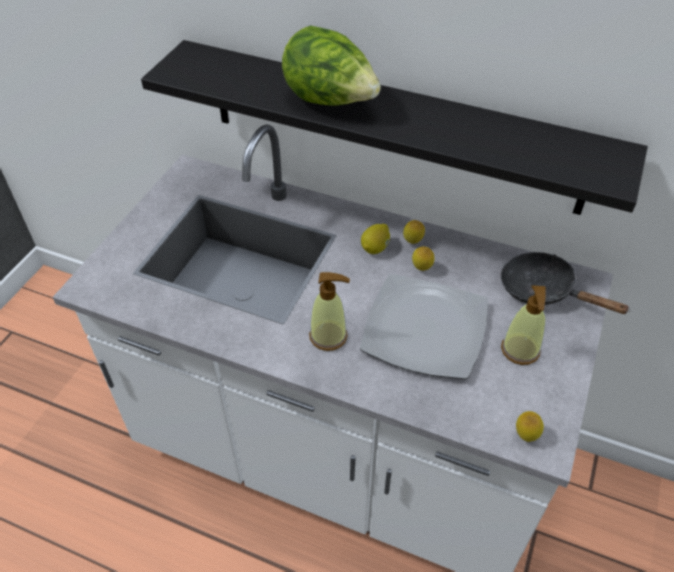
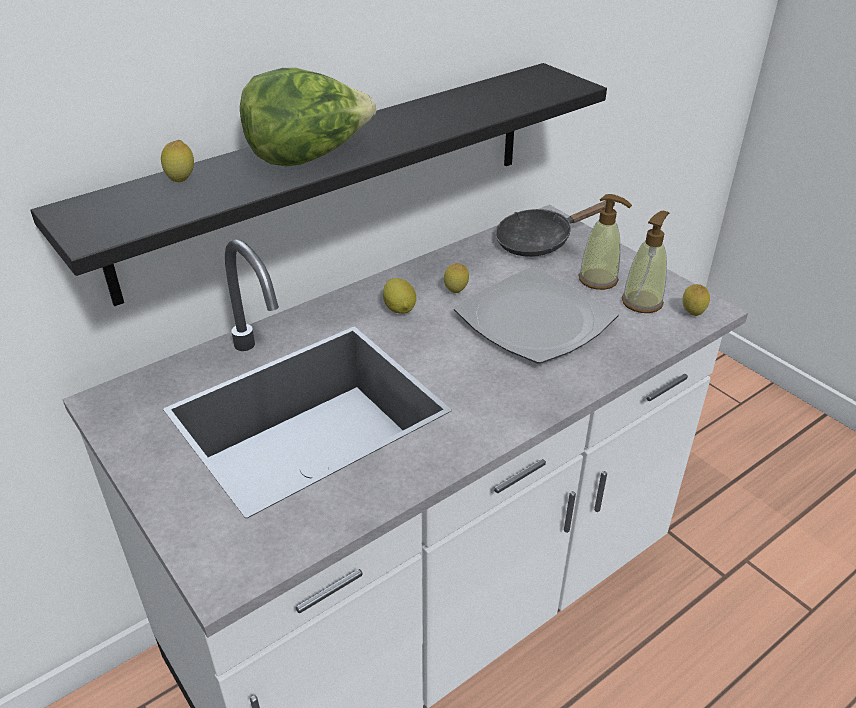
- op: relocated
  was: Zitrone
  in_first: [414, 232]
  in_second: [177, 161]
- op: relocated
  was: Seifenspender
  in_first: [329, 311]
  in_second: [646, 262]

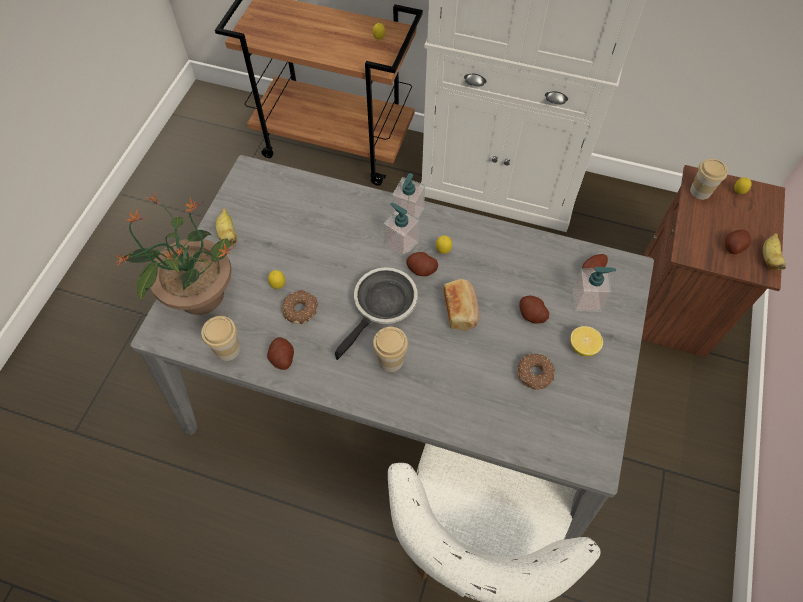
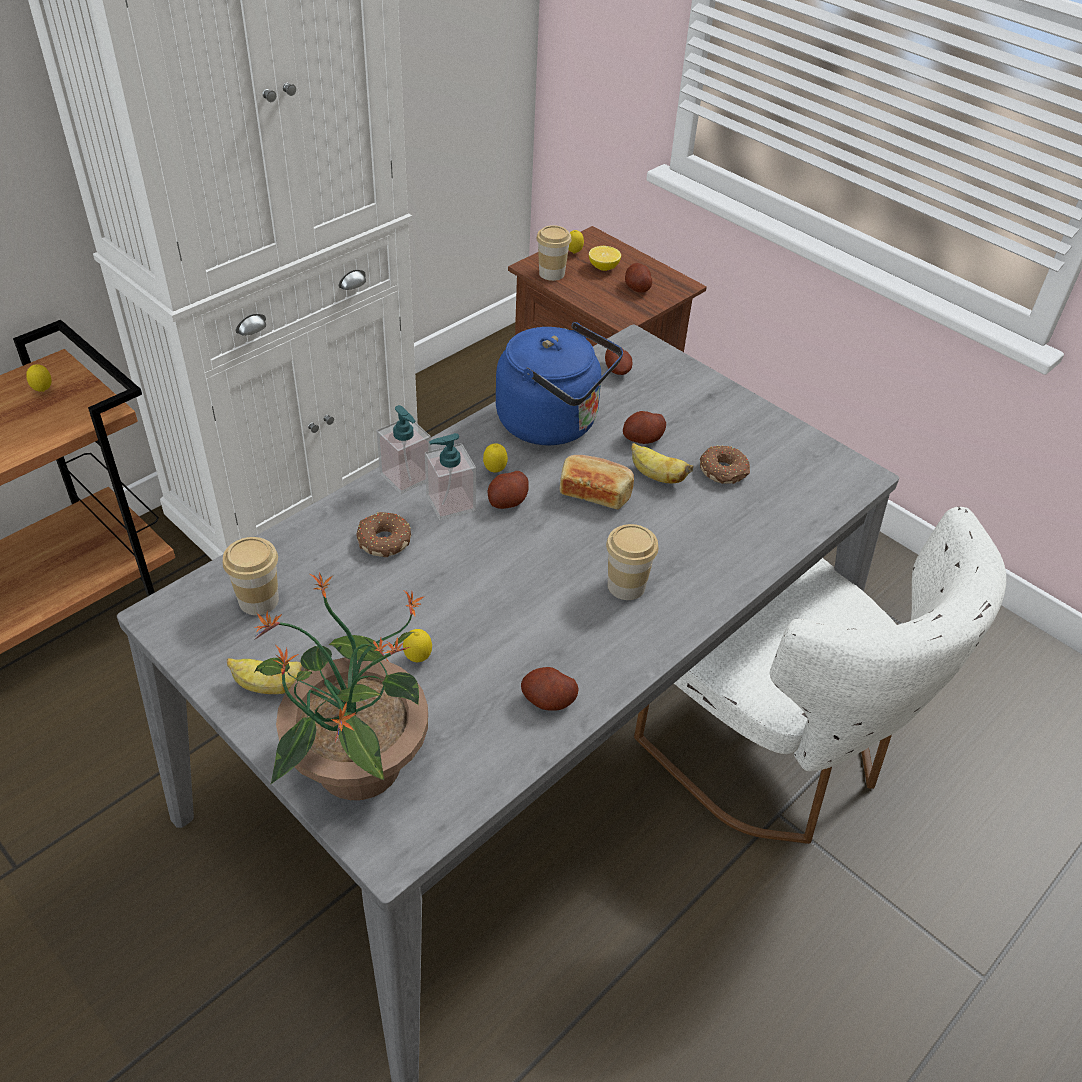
- op: relocated
  was: Tasse
  in_first: [220, 338]
  in_second: [251, 576]
- op: relocated
  was: Donut
  in_first: [300, 307]
  in_second: [383, 534]
- op: appeared
  now: Wasserkessel (blau)
  in_second: [559, 383]
- op: relocated
  was: Zitrone
  in_first: [586, 341]
  in_second: [605, 258]
- op: relocated
  was: Banane
  in_first: [774, 251]
  in_second: [662, 463]
- op: missing
  was: Pfanne
  in_first: [376, 313]
- op: missing
  was: Seifenspender
  in_first: [594, 289]

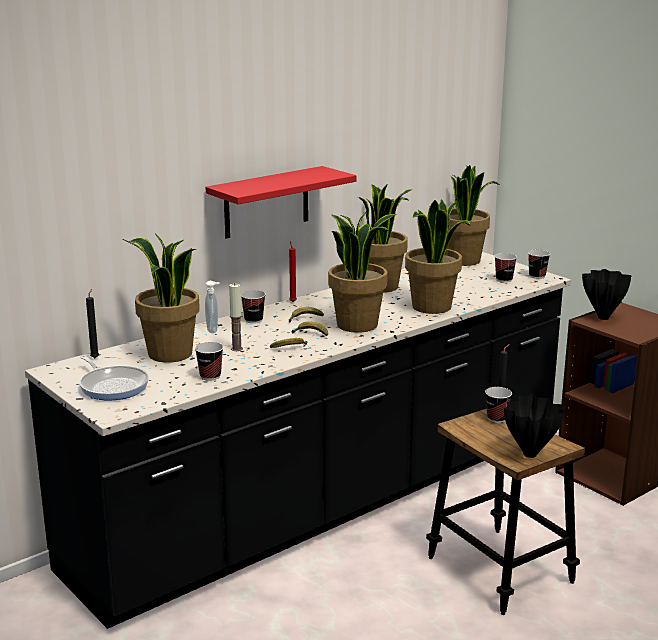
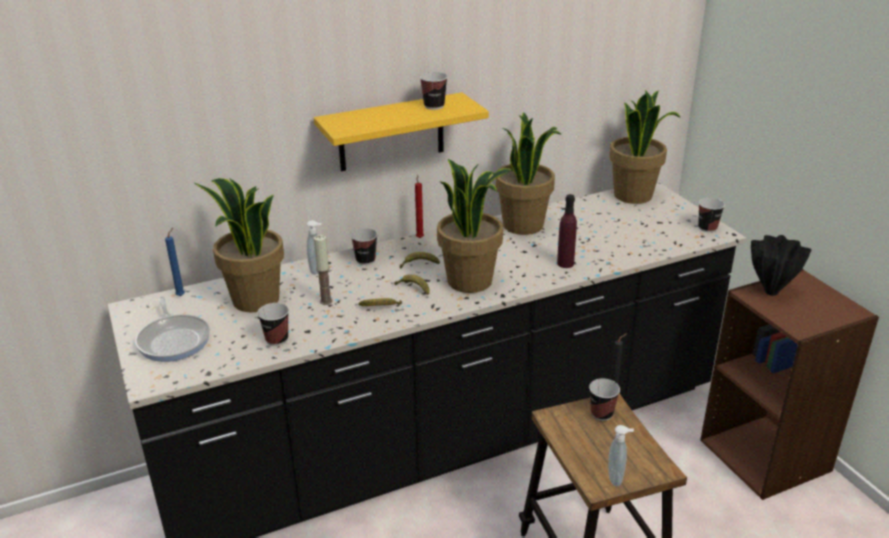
- op: colour
  was: Kerze (schwarz)
  now: Kerze (blau)
  in_first: [92, 323]
  in_second: [175, 262]
- op: colour
  was: Wandregal (rot)
  now: Wandregal (gelb)
  in_first: [281, 202]
  in_second: [401, 131]
- op: relocated
  was: Tasse
  in_first: [505, 268]
  in_second: [434, 91]
- op: exchanged
  was: Topfpflanze
  now: Flasche (lila)
  in_first: [438, 256]
  in_second: [567, 231]
- op: exchanged
  was: Vase (schwarz)
  now: Seifenspender
  in_first: [534, 425]
  in_second: [621, 455]

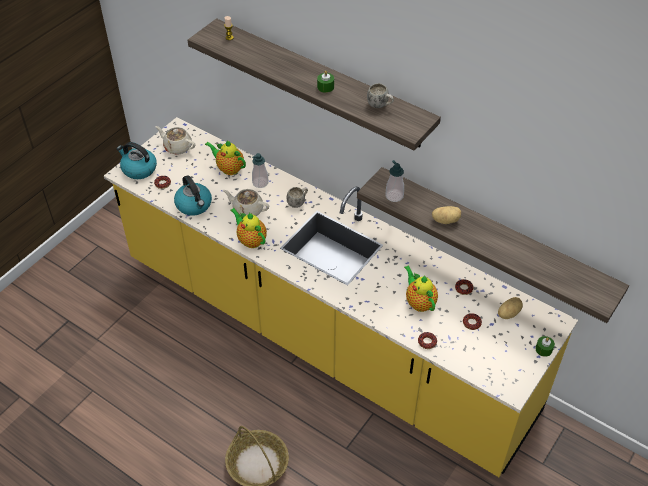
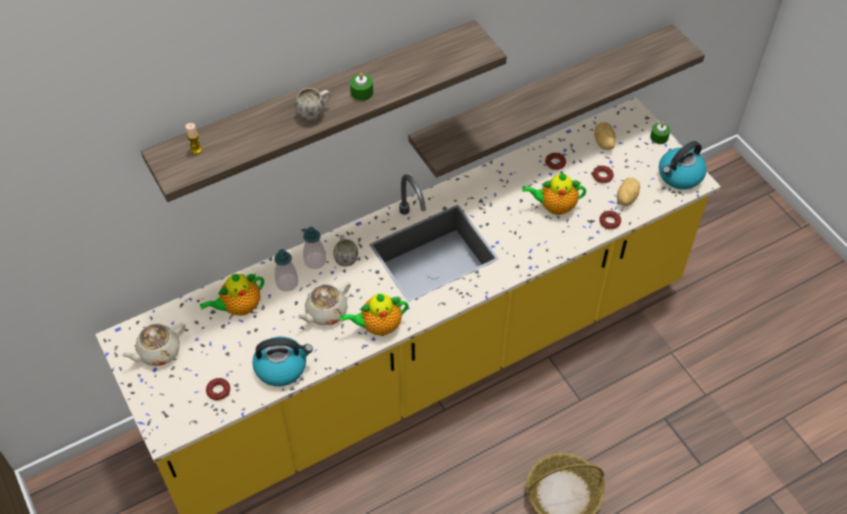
- op: relocated
  was: Henkelbecher (weiß)
  in_first: [380, 95]
  in_second: [313, 104]
- op: relocated
  was: Seifenspender
  in_first: [395, 181]
  in_second: [314, 248]
- op: relocated
  was: Kartoffel
  in_first: [446, 215]
  in_second: [628, 191]
- op: relocated
  was: Wasserkessel
  in_first: [137, 160]
  in_second: [683, 165]

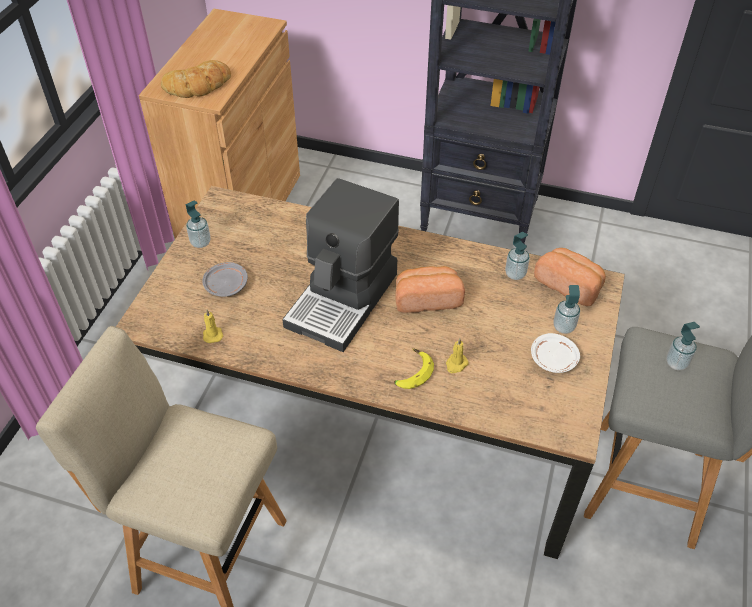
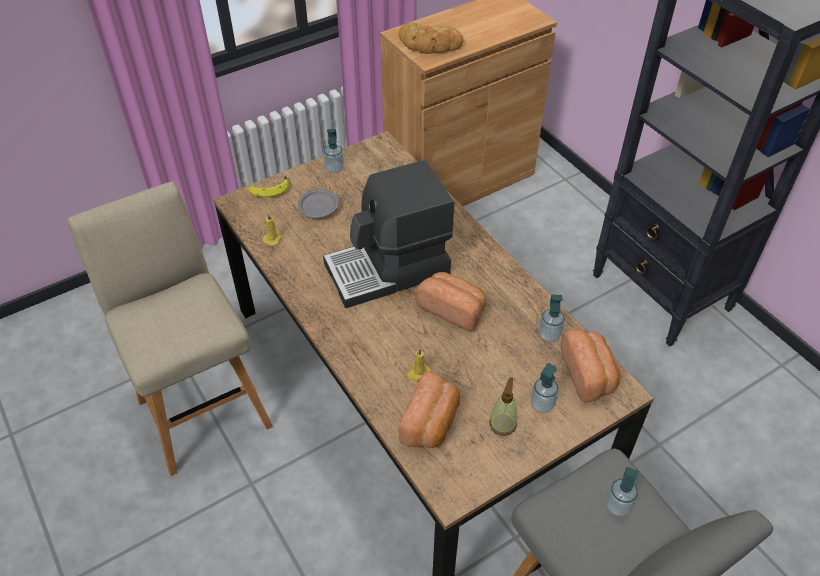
- op: relocated
  was: Banane
  in_first: [414, 368]
  in_second: [268, 186]
- op: appeared
  now: Brot
  in_second: [429, 409]
- op: exchanged
  was: Teller (weiß)
  now: Seifenspender
  in_first: [555, 353]
  in_second: [503, 406]

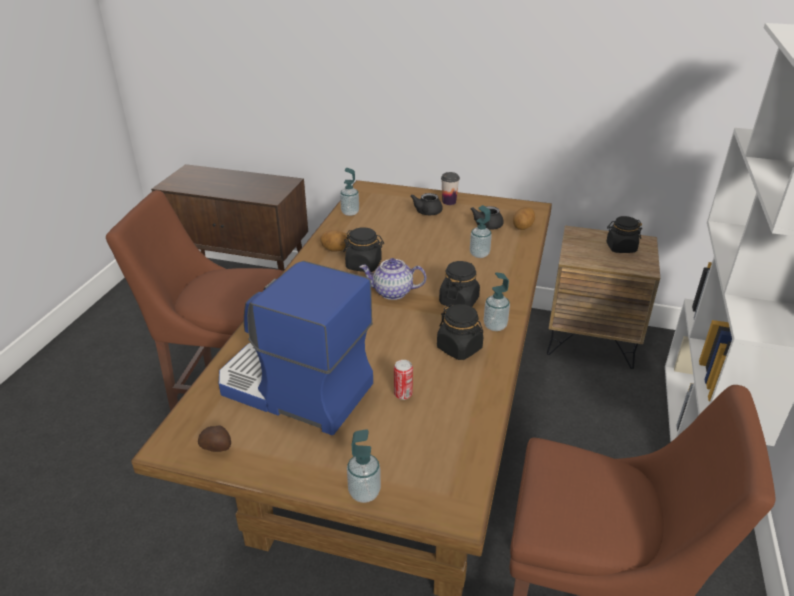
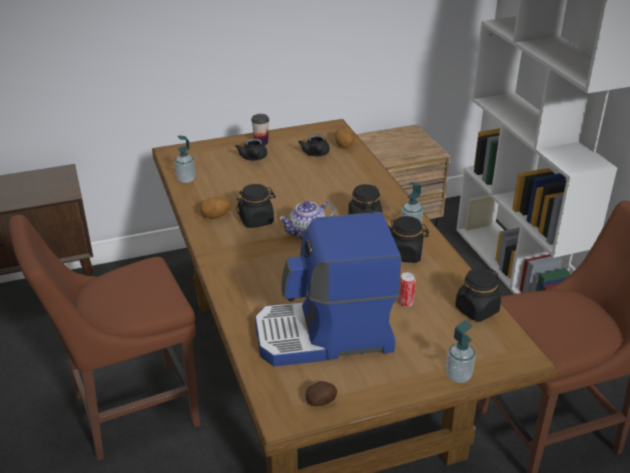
- op: relocated
  was: Vorratsglas (schwarz)
  in_first: [624, 234]
  in_second: [478, 294]
- op: missing
  was: Seifenspender
  in_first: [481, 231]

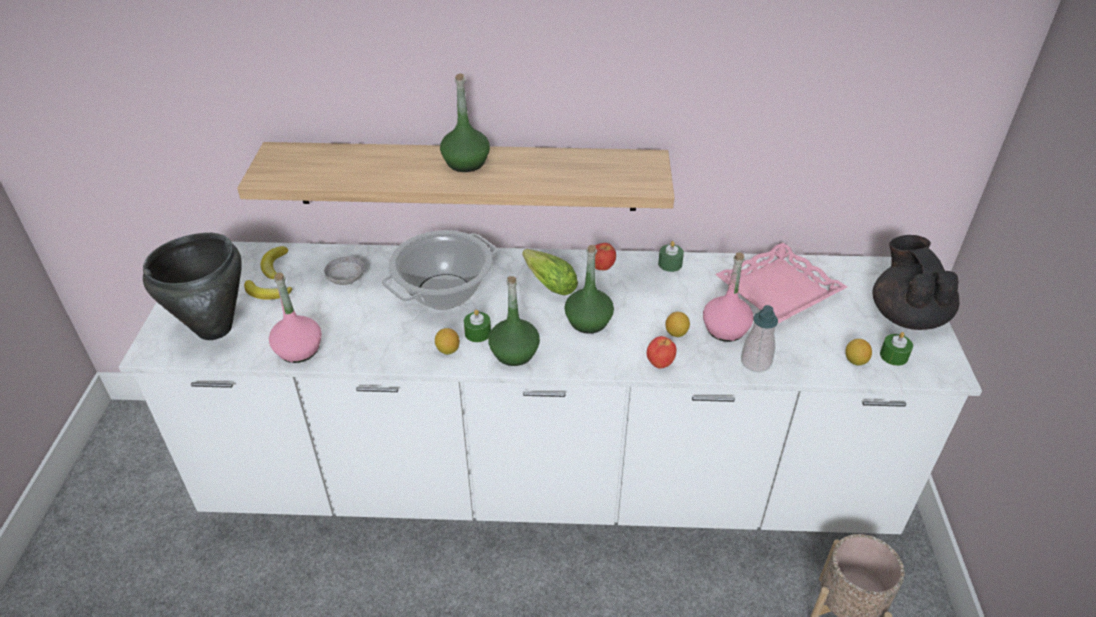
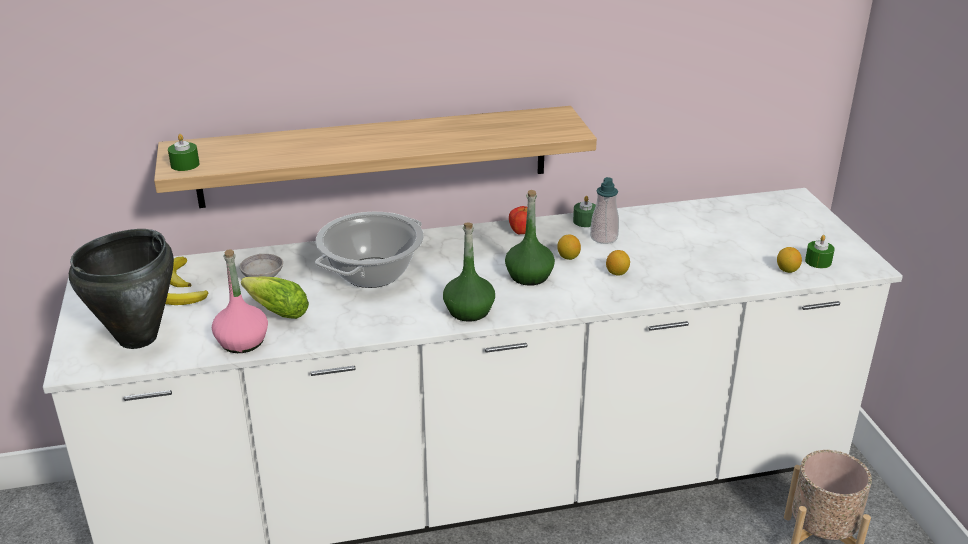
- op: relocated
  was: Kerze (grün)
  in_first: [477, 325]
  in_second: [184, 152]
- op: relocated
  was: Salatkopf
  in_first: [550, 272]
  in_second: [275, 297]
- op: relocated
  was: Zitrone
  in_first: [447, 341]
  in_second: [569, 247]
- op: relocated
  was: Seifenspender
  in_first: [759, 338]
  in_second: [604, 210]
- op: missing
  was: Flasche (grün)
  in_first: [465, 123]
- op: missing
  was: Apfel
  in_first: [662, 352]
- op: missing
  was: Flasche (rosa)
  in_first: [728, 297]
- op: missing
  was: Tablett (rosa)
  in_first: [781, 283]
- op: missing
  was: Teekanne (schwarz)
  in_first: [915, 282]

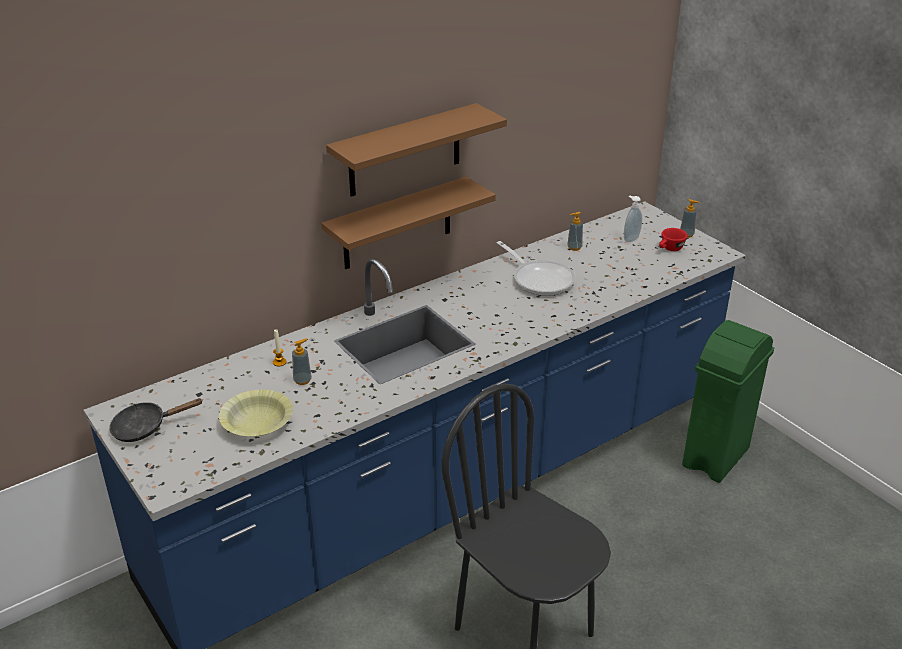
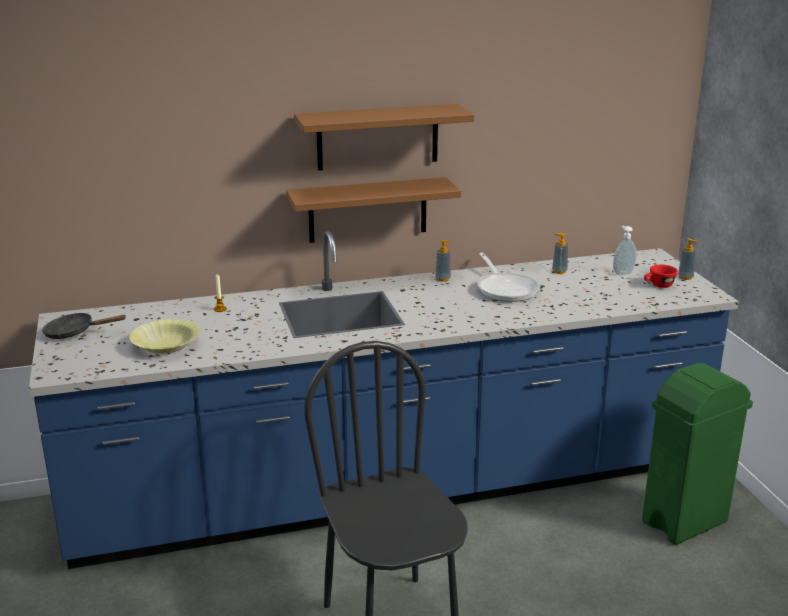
- op: relocated
  was: Seifenspender
  in_first: [302, 362]
  in_second: [443, 260]

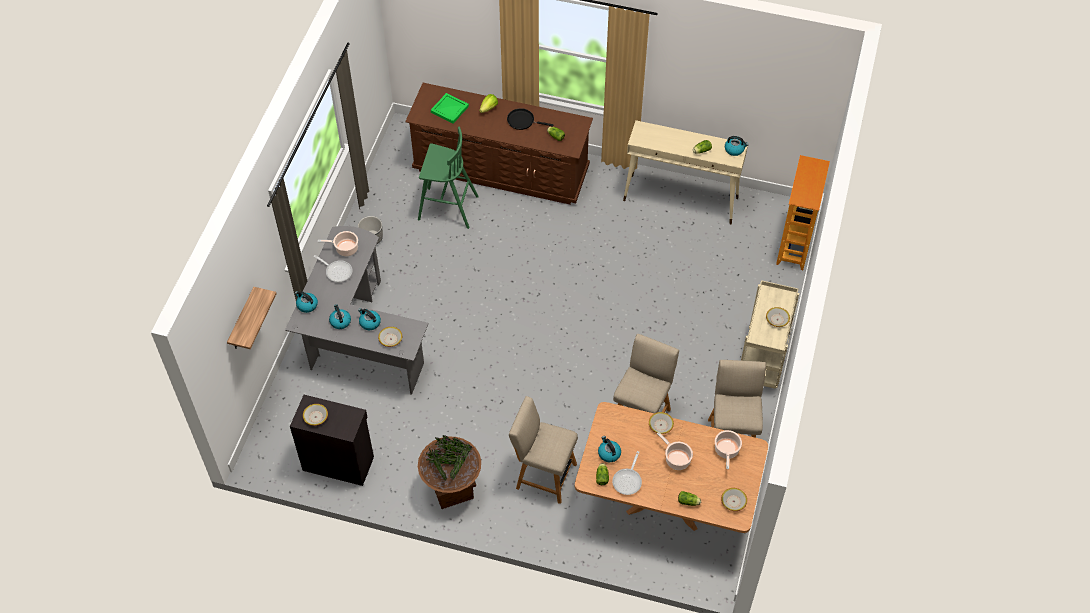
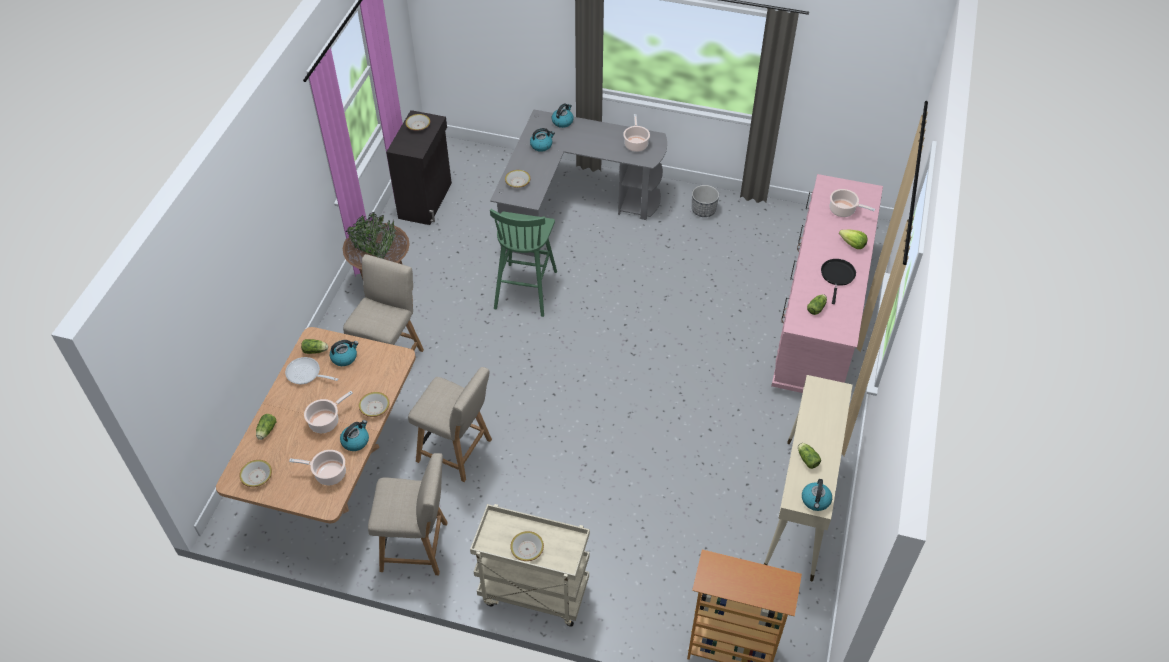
- op: relocated
  was: Wasserkessel
  in_first: [369, 319]
  in_second: [354, 435]
- op: relocated
  was: Hocker (grün)
  in_first: [448, 178]
  in_second: [523, 263]
- op: colour
  was: Kommode (braun)
  now: Kommode (rosa)
  in_first: [499, 143]
  in_second: [827, 283]
- op: exchanged
  was: Tablett (grün)
  now: Kochtopf
  in_first: [450, 108]
  in_second: [852, 203]
- op: missing
  was: Wandregal
  in_first: [252, 318]
- op: missing
  was: Pfanne
  in_first: [333, 268]

